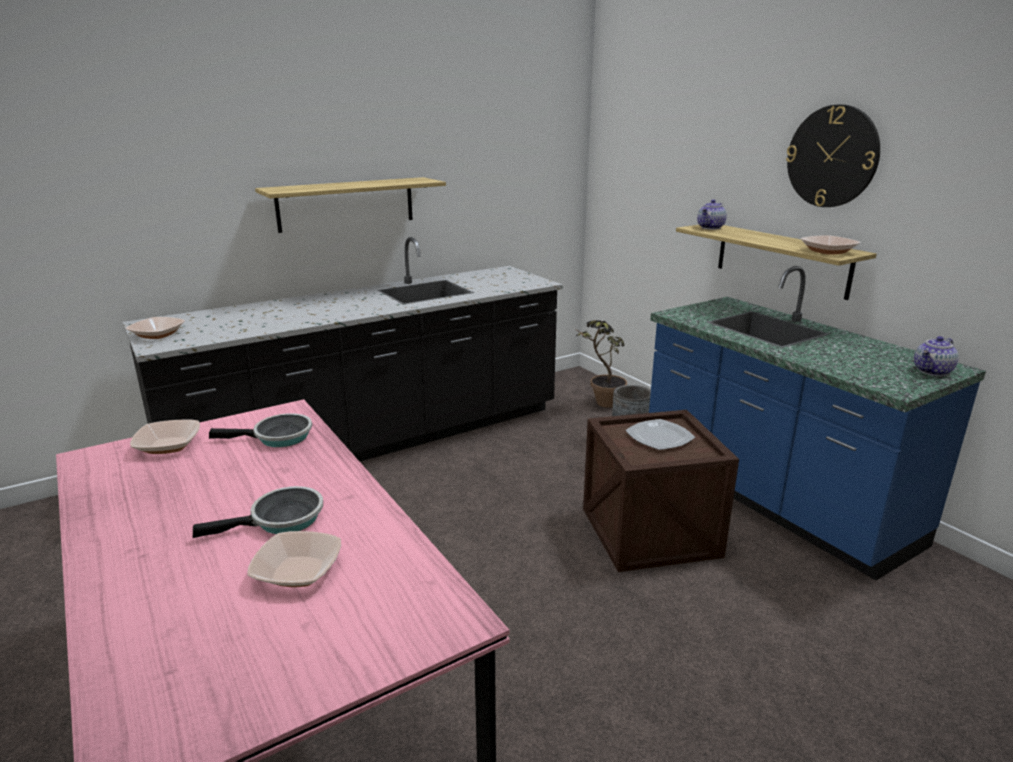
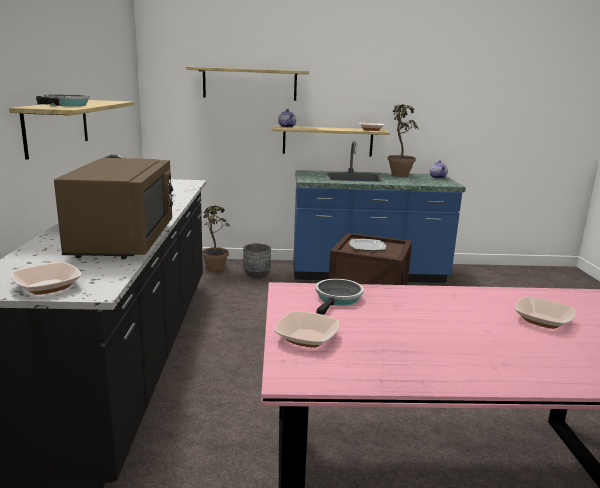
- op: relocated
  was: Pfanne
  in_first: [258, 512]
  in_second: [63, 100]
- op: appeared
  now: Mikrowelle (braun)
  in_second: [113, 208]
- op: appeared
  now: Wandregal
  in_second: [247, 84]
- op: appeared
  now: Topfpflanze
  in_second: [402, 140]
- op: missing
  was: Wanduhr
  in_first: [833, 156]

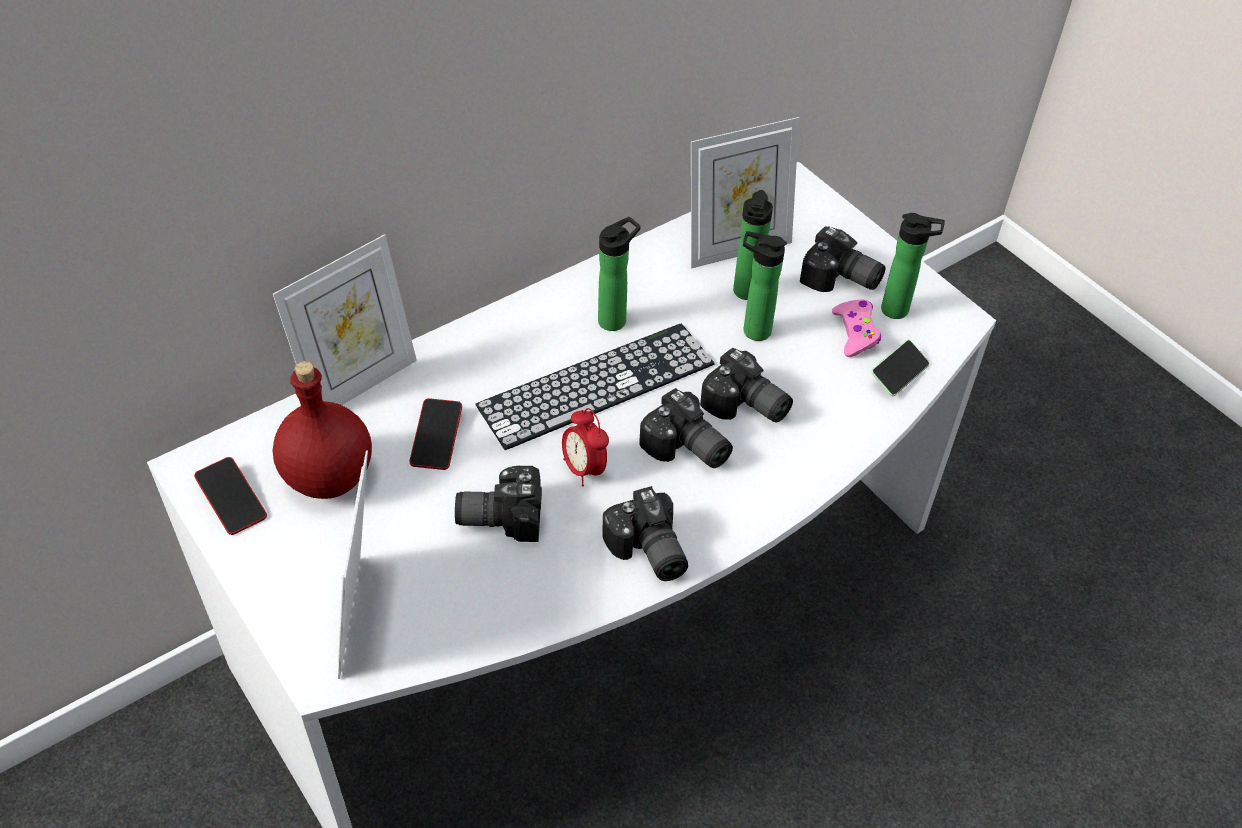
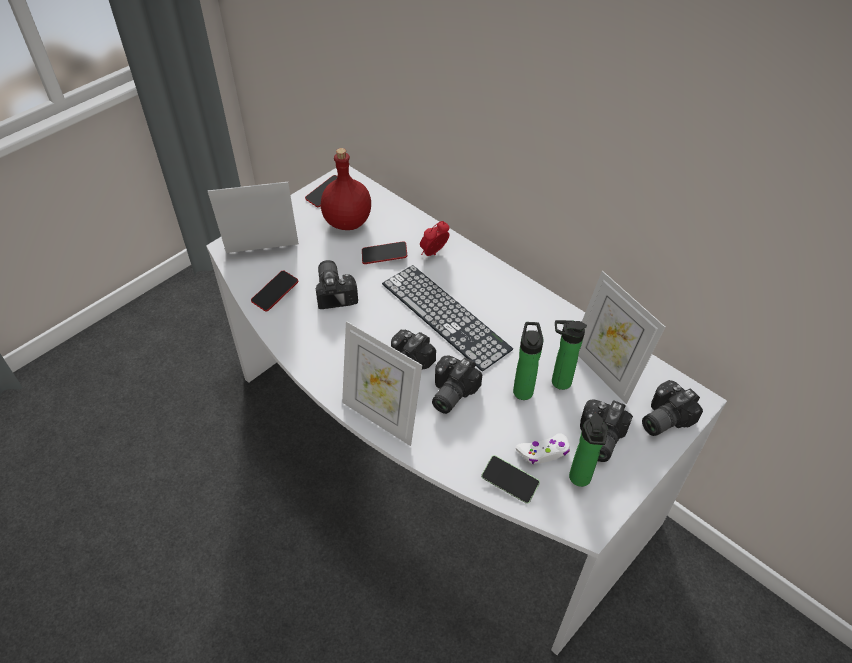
- op: appeared
  now: Handy
  in_second: [275, 291]
- op: relocated
  was: Bilderrahmen
  in_first: [345, 319]
  in_second: [382, 383]
- op: relocated
  was: Wecker
  in_first: [585, 447]
  in_second: [434, 238]
- op: colour
  was: Gamepad (rosa)
  now: Gamepad (weiß)
  in_first: [856, 328]
  in_second: [543, 448]
- op: relocated
  was: Kamera
  in_first: [645, 533]
  in_second: [672, 408]
- op: missing
  was: Flasche
  in_first: [619, 274]

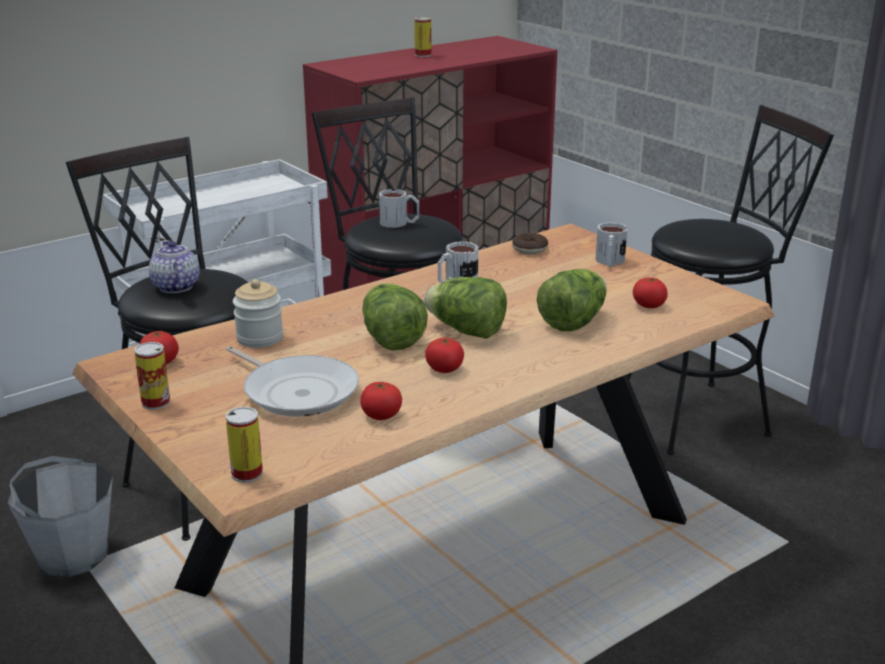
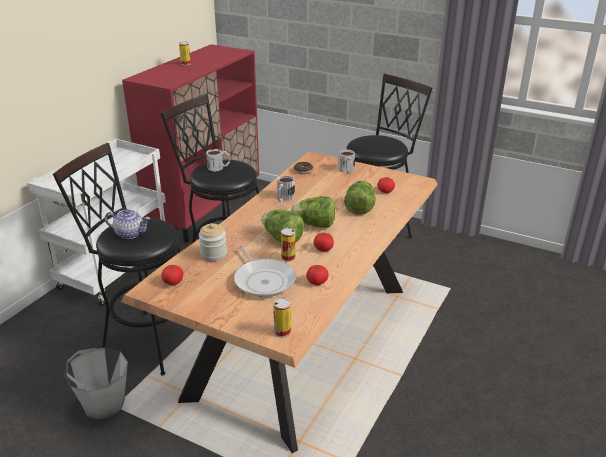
- op: spun
  was: Teekanne
  in_first: [174, 266]
  in_second: [127, 224]
  clockwise: 150
- op: spun
  was: Pfanne
  in_first: [292, 381]
  in_second: [265, 271]
  clockwise: 45
- op: relocated
  was: Dose
  in_first: [152, 376]
  in_second: [288, 245]

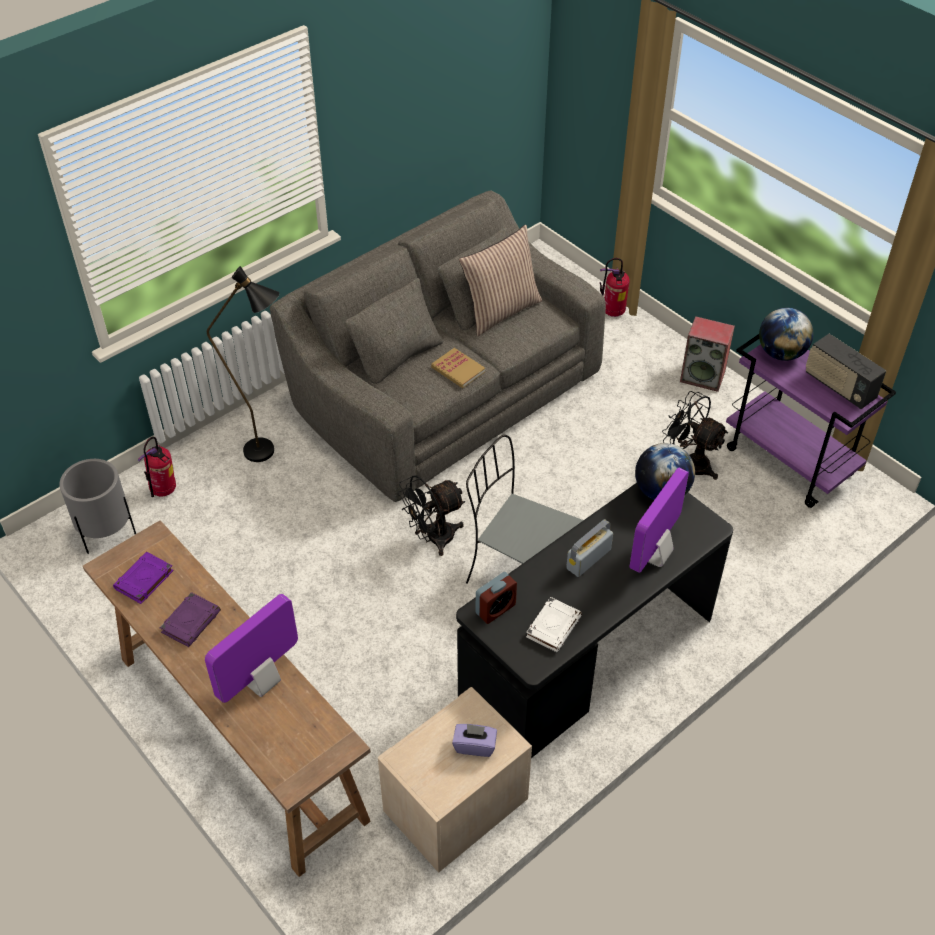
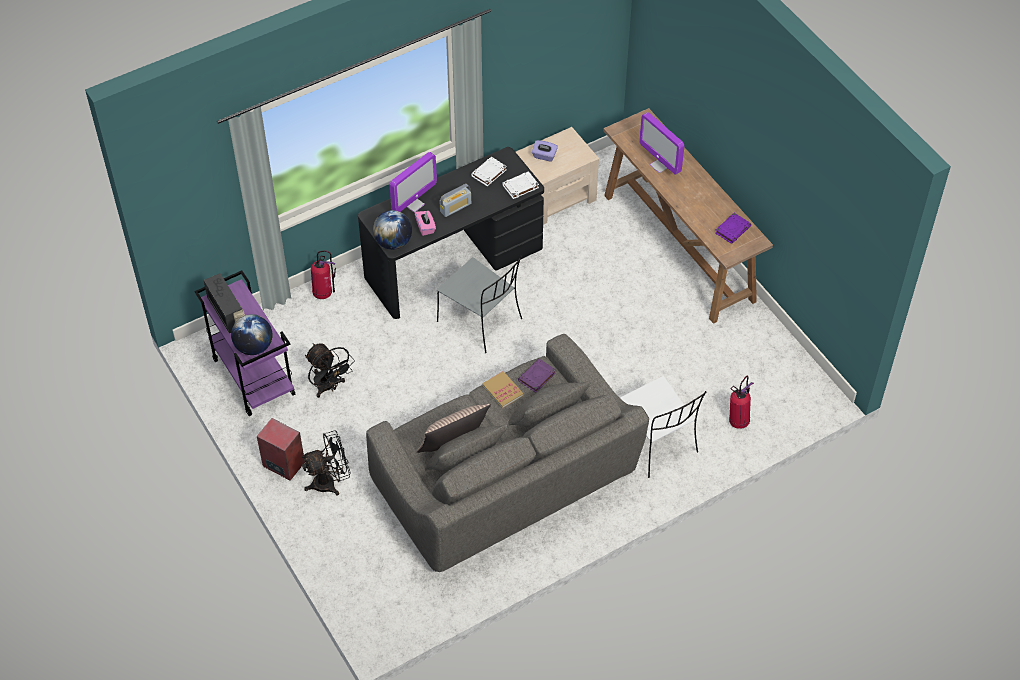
- op: relocated
  was: Ventilator (schwarz)
  in_first: [431, 515]
  in_second: [326, 462]
- op: relocated
  was: Feuerlöscher
  in_first: [615, 287]
  in_second: [323, 275]
- op: appeared
  now: Taschentuchbox (rosa)
  in_second: [425, 223]
- op: exchanged
  was: Wecker
  now: Buch (weiß)
  in_first: [496, 598]
  in_second: [520, 185]
- op: relocated
  was: Buch (lila)
  in_first: [190, 619]
  in_second: [537, 376]
- op: exchanged
  was: Stehlampe (schwarz)
  now: Stuhl (weiß)
  in_first: [243, 364]
  in_second: [663, 427]
- op: spun
  was: Monitor
  in_first: [251, 648]
  in_second: [661, 143]
  clockwise: 90
- op: missing
  was: Pflanzkübel (grau)
  in_first: [97, 506]

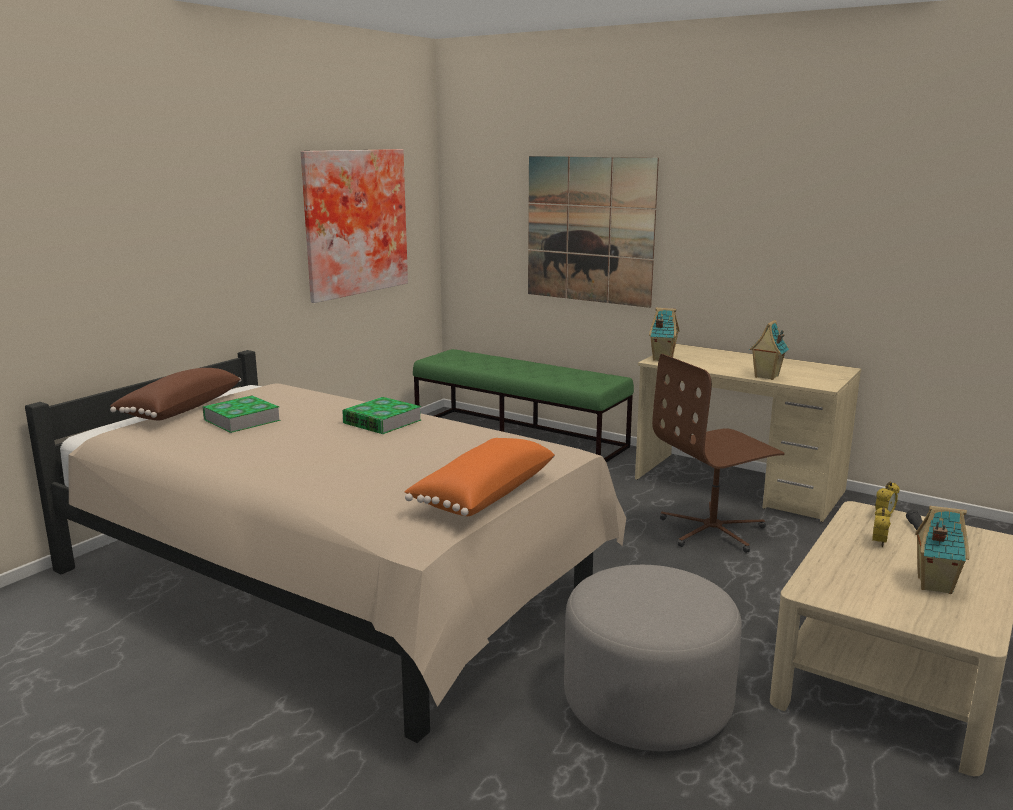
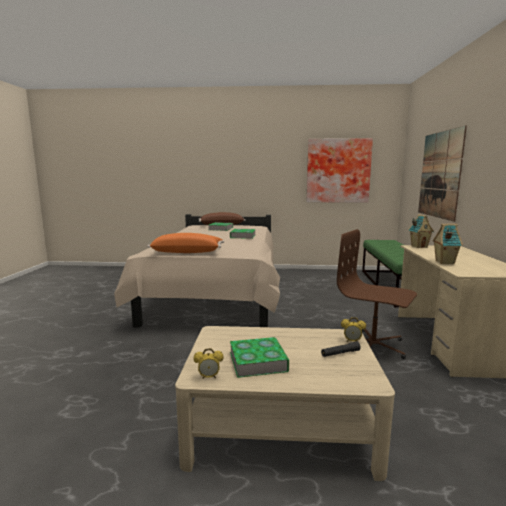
- op: relocated
  was: Wecker
  in_first: [881, 527]
  in_second: [208, 363]
- op: exchanged
  was: Spielzeughaus
  now: Buch
  in_first: [942, 550]
  in_second: [259, 357]
- op: missing
  was: Polsterhocker (grau)
  in_first: [653, 658]

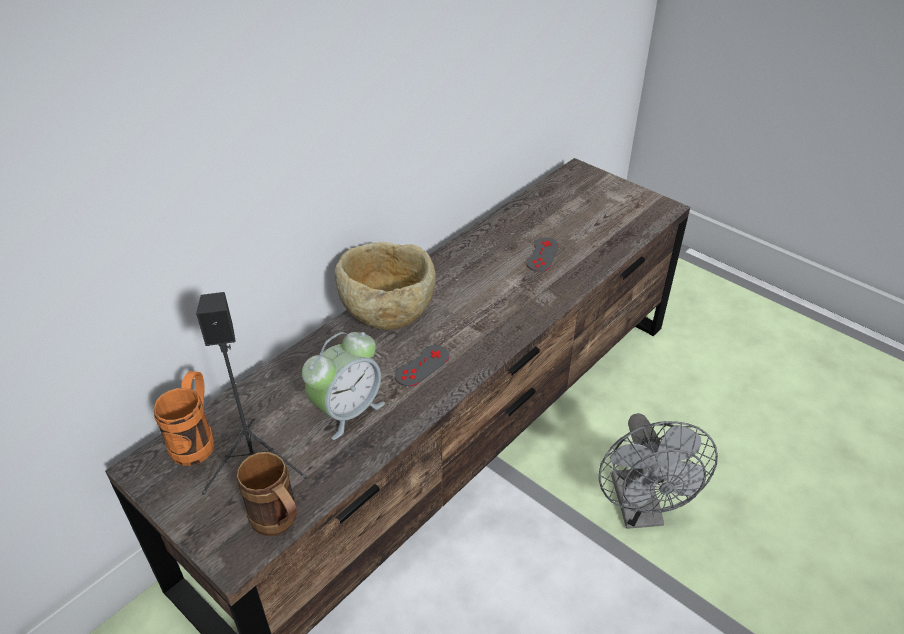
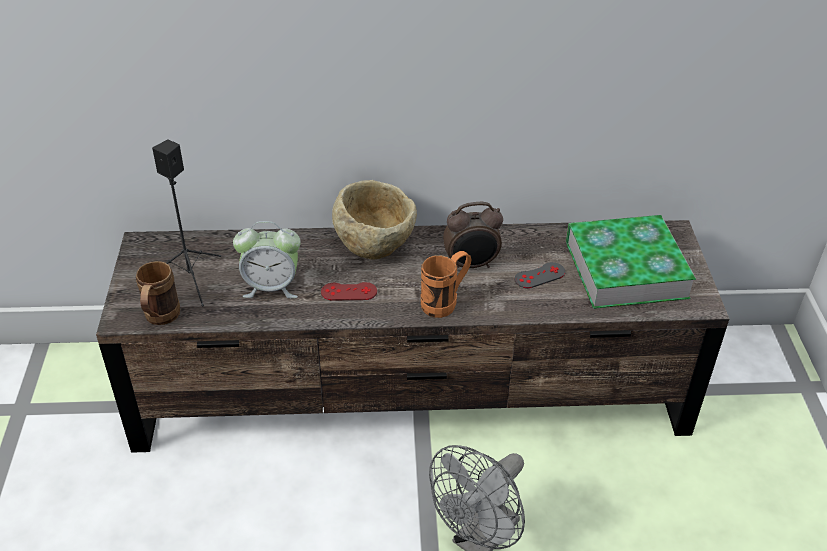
- op: colour
  was: Gamepad (grau)
  now: Gamepad (rot)
  in_first: [422, 365]
  in_second: [349, 291]
- op: relocated
  was: Henkelbecher (orange)
  in_first: [184, 418]
  in_second: [446, 284]
- op: appeared
  now: Wecker
  in_second: [473, 235]
- op: appeared
  now: Buch
  in_second: [631, 262]

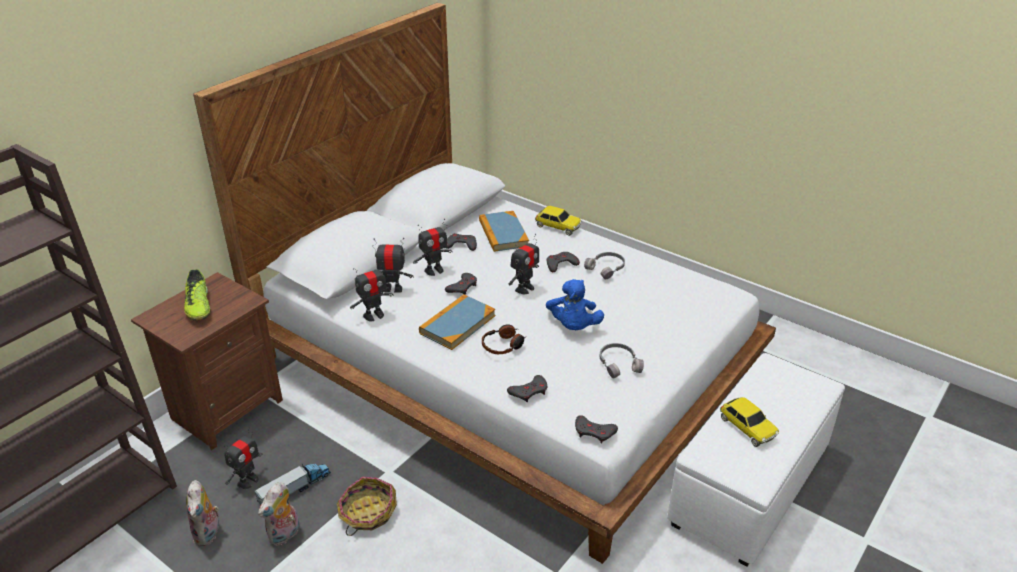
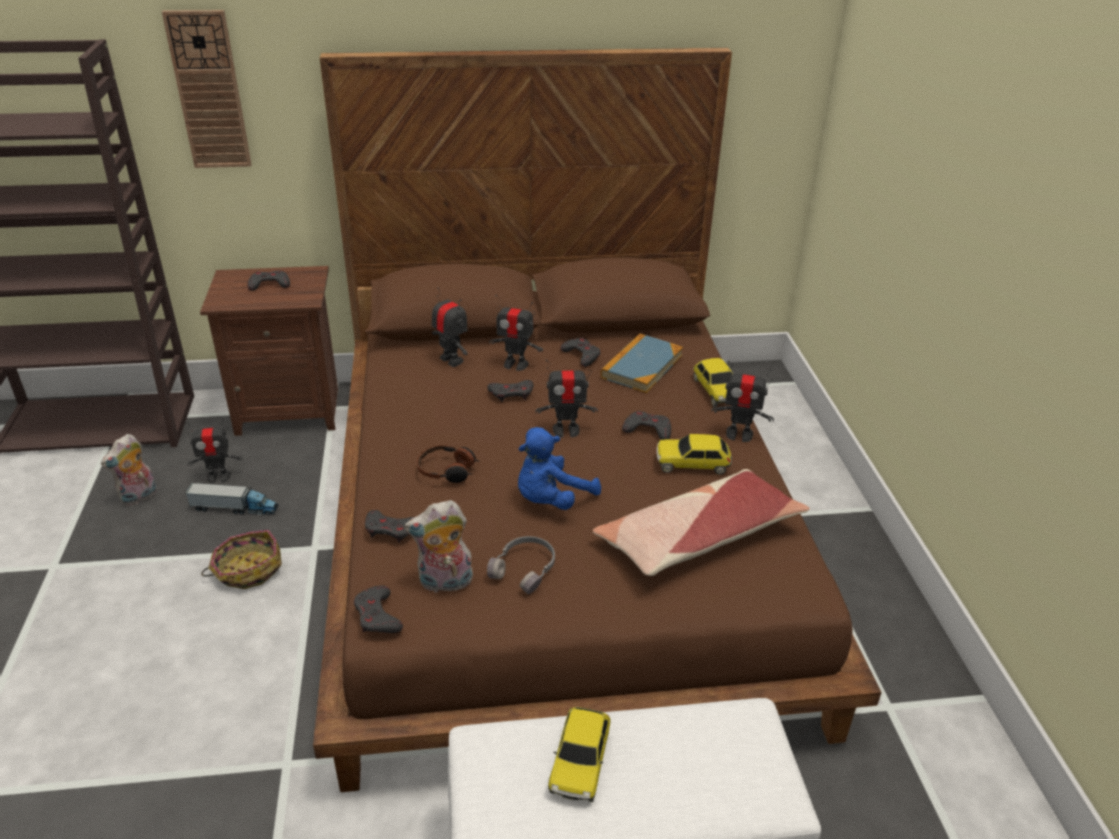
- op: appeared
  now: Wanduhr
  in_second: [207, 89]
- op: exchanged
  was: Schuh
  now: Gamepad (grau)
  in_first: [197, 294]
  in_second: [268, 281]
- op: colour
  was: Bett (weiß)
  now: Bett (braun)
  in_first: [484, 283]
  in_second: [597, 420]
- op: relocated
  was: Plüschtier
  in_first: [279, 514]
  in_second: [438, 546]
- op: appeared
  now: Kissen
  in_second: [701, 522]
- op: exchanged
  was: Kopfhörer (grau)
  now: Spielzeugauto
  in_first: [604, 266]
  in_second: [694, 454]
- op: relocated
  was: Spielzeugroboter
  in_first: [371, 291]
  in_second: [742, 401]
- op: missing
  was: Buch
  in_first: [457, 322]

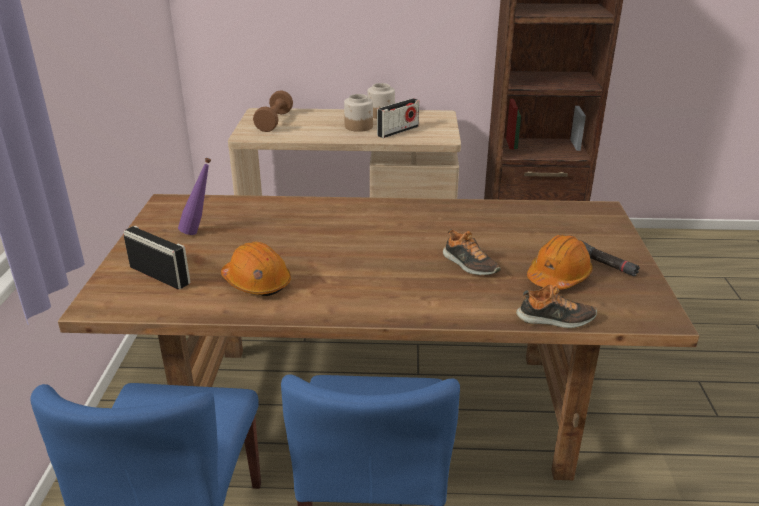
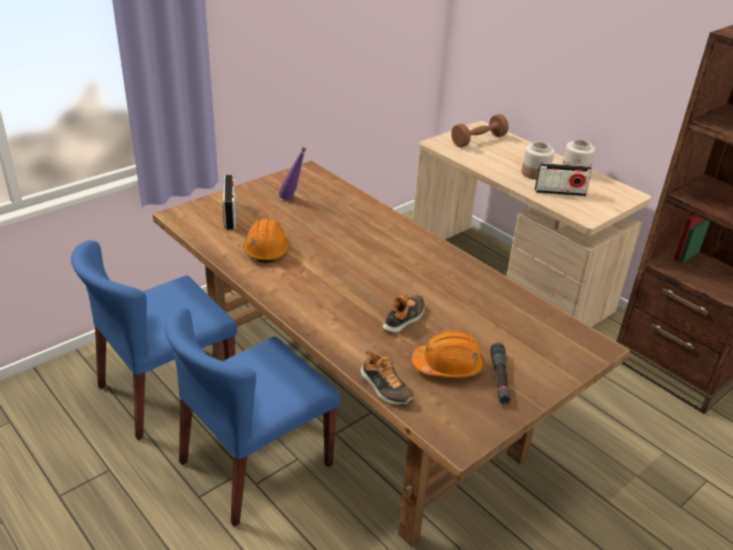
- op: spun
  was: Schuh
  in_first: [472, 252]
  in_second: [403, 313]
  clockwise: -150

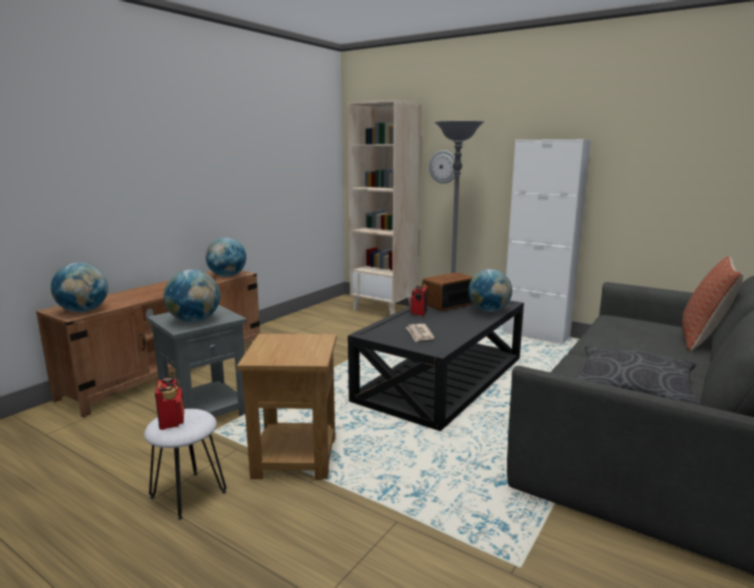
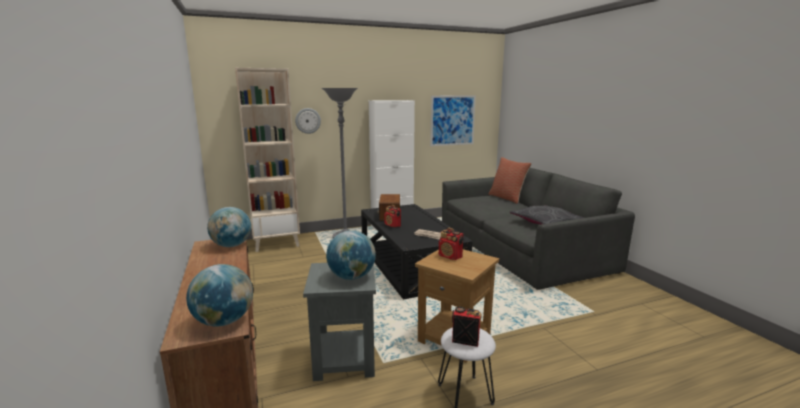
- op: appeared
  now: Bild
  in_second: [453, 121]
- op: appeared
  now: Radio
  in_second: [451, 244]
- op: missing
  was: Globus
  in_first: [490, 290]

